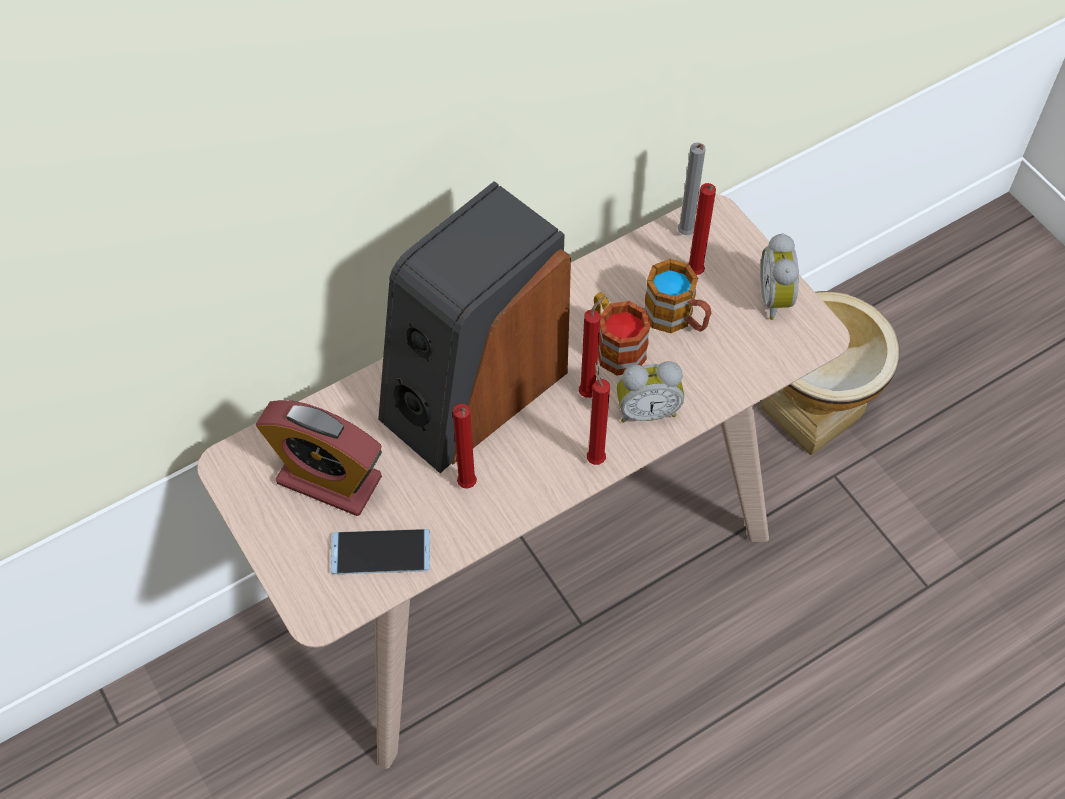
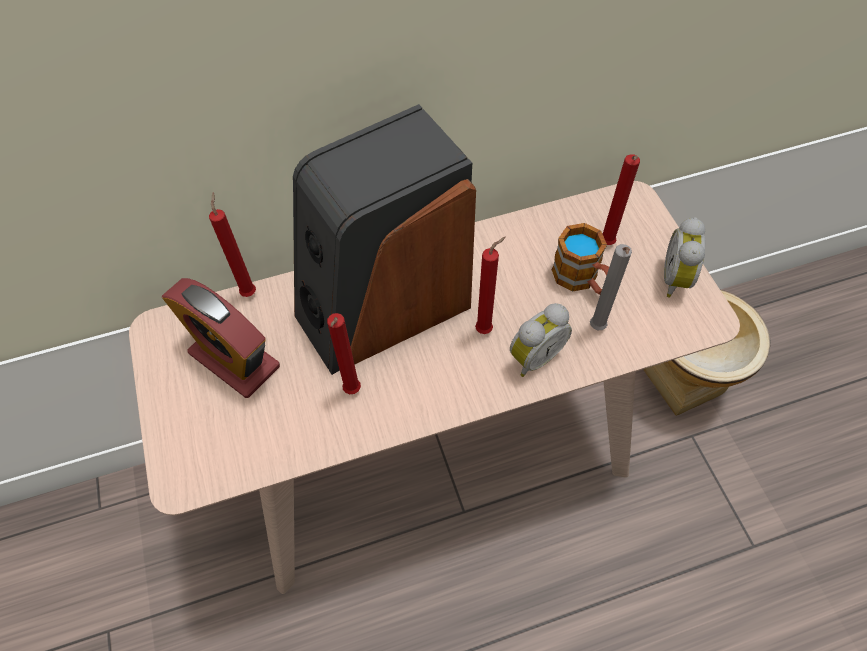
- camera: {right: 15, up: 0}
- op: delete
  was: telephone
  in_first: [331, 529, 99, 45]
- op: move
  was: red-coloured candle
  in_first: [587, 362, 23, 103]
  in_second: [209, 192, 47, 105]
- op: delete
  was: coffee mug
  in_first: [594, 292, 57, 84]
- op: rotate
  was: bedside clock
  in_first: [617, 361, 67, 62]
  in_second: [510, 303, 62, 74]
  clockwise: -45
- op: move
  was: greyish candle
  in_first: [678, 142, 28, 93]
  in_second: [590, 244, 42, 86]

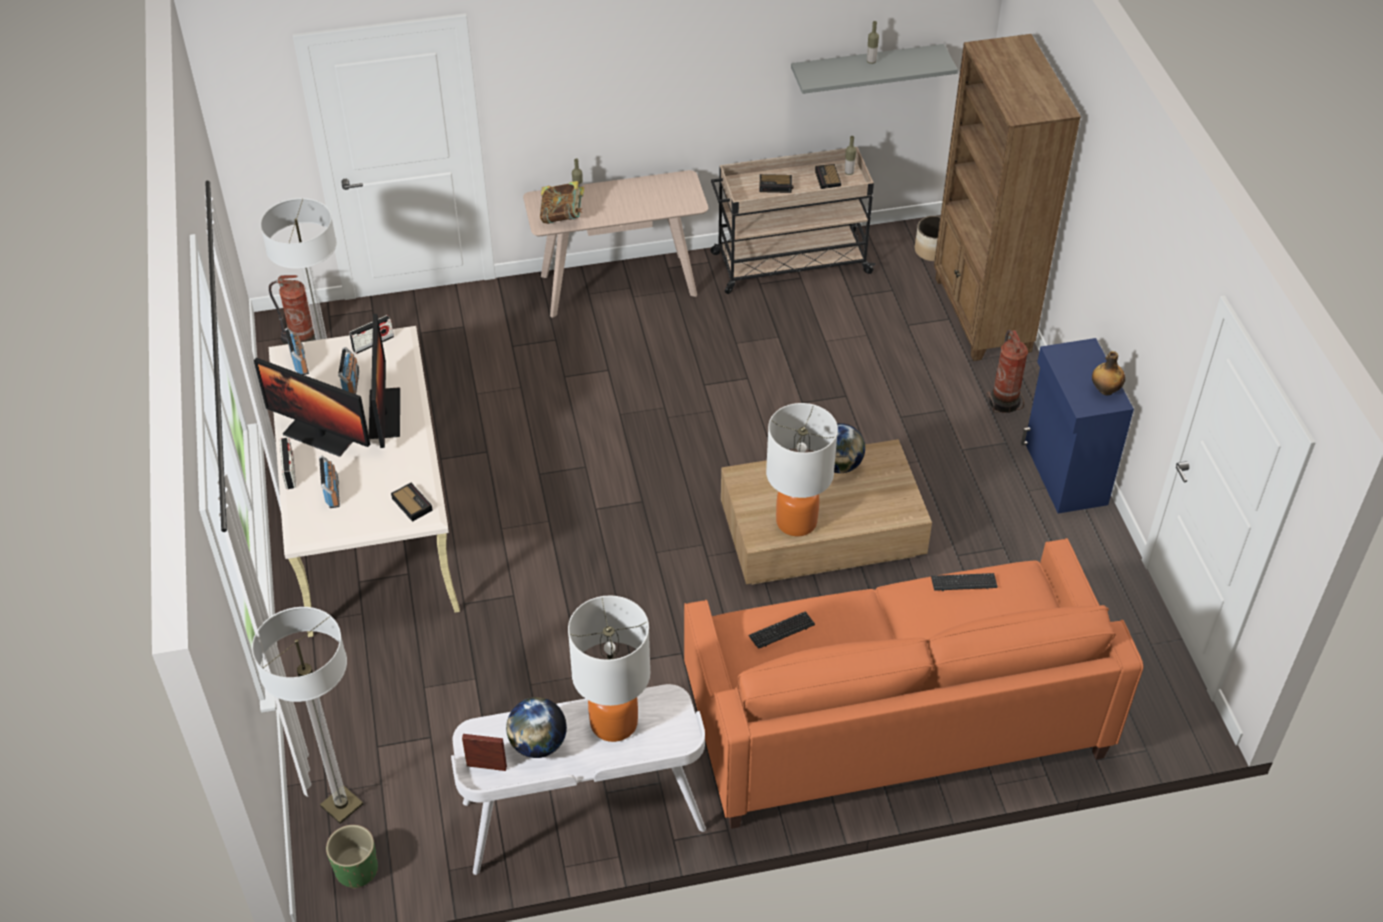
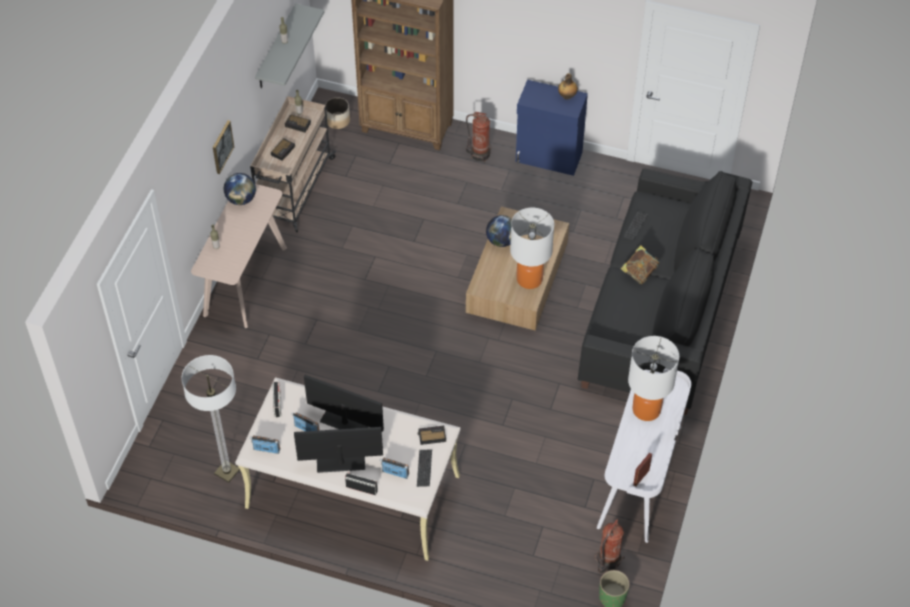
- camera: {right: -60, up: 5}
- op: delete
  was: floor lamp
  in_first: [252, 607, 111, 217]
- op: rotate
  was: computer screen
  in_first: [254, 358, 116, 99]
  in_second: [294, 427, 89, 46]
  clockwise: -150
- op: move
  was: fire extinguisher
  in_first: [269, 275, 47, 69]
  in_second: [595, 519, 30, 54]
- op: move
  was: desk globe
  in_first: [506, 697, 61, 61]
  in_second: [224, 173, 32, 32]
- op: move
  was: volume
  in_first: [540, 181, 44, 43]
  in_second: [621, 245, 38, 39]
- op: recolor
  was: orange sofa
  now: blackish sofa
  in_first: [684, 538, 459, 291]
  in_second: [578, 168, 174, 247]
- op: move
  was: PC keyboard
  in_first: [749, 611, 66, 38]
  in_second: [417, 450, 15, 37]
- op: insert
  now: wall picture
  in_second: [213, 120, 21, 54]

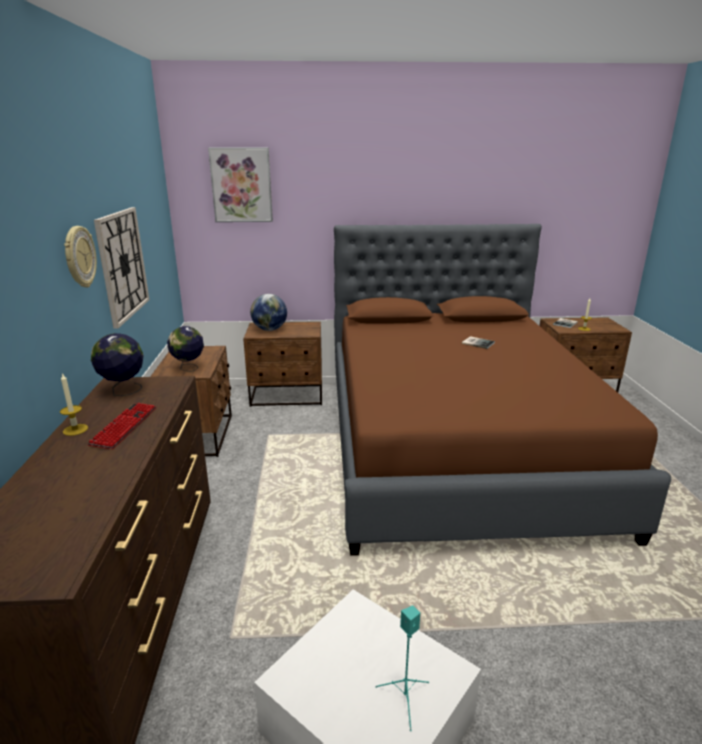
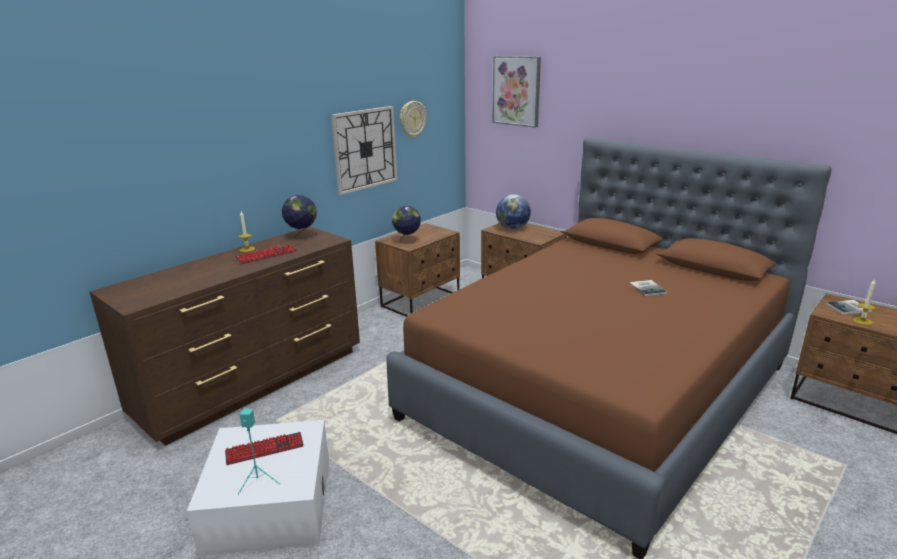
- camera: {right: 45, up: 0}
- op: move
  was: clock on the wall
  in_first: [64, 226, 33, 61]
  in_second: [400, 101, 26, 37]
- op: insert
  now: PC keyboard
  in_second: [225, 432, 79, 33]

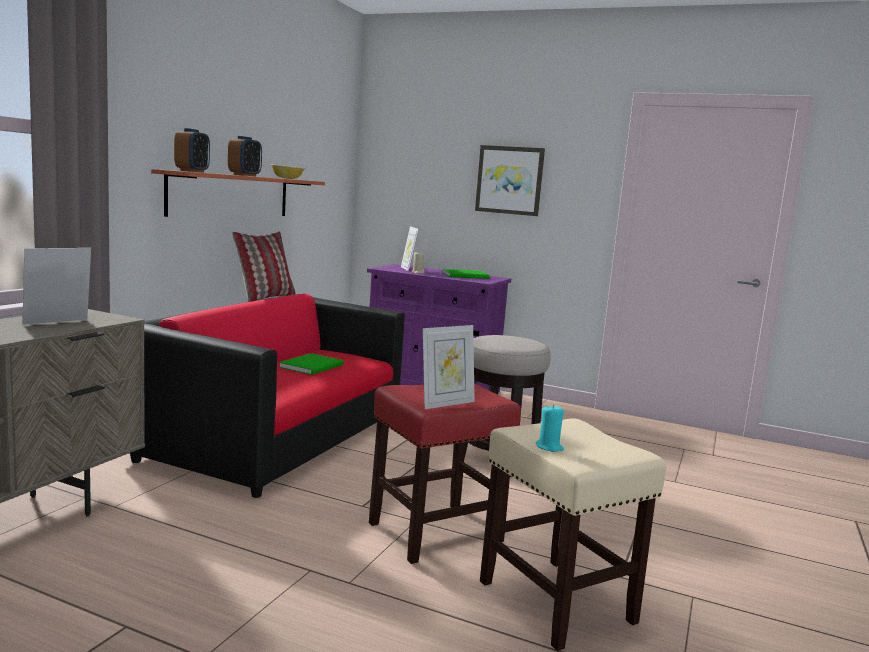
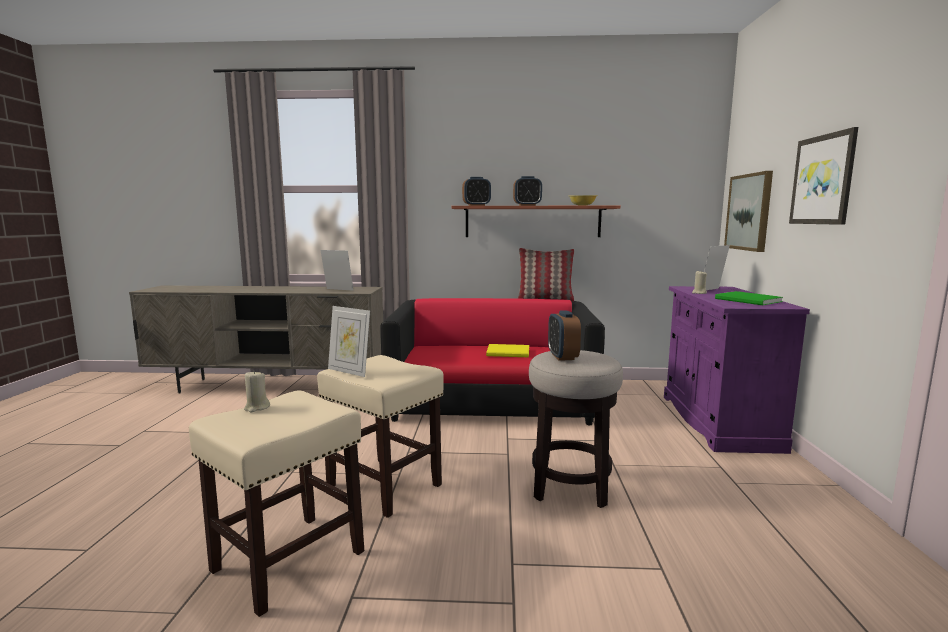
- camera: {right: 70, up: 0}
- op: recolor
  was: greenish volume
  now: yellowish volume
  in_first: [279, 353, 65, 22]
  in_second: [486, 344, 43, 13]
- op: recolor
  was: red-coloured sitting stool
  now: sand-coloured sitting stool
  in_first: [369, 383, 152, 181]
  in_second: [317, 355, 127, 163]
- op: recolor
  was: blue-green candle
  now: sand-coloured candle
  in_first: [536, 404, 28, 48]
  in_second: [244, 370, 26, 42]
- op: insert
  now: bedside clock
  in_second: [548, 310, 33, 51]
- op: insert
  now: wall picture
  in_second: [724, 171, 49, 81]

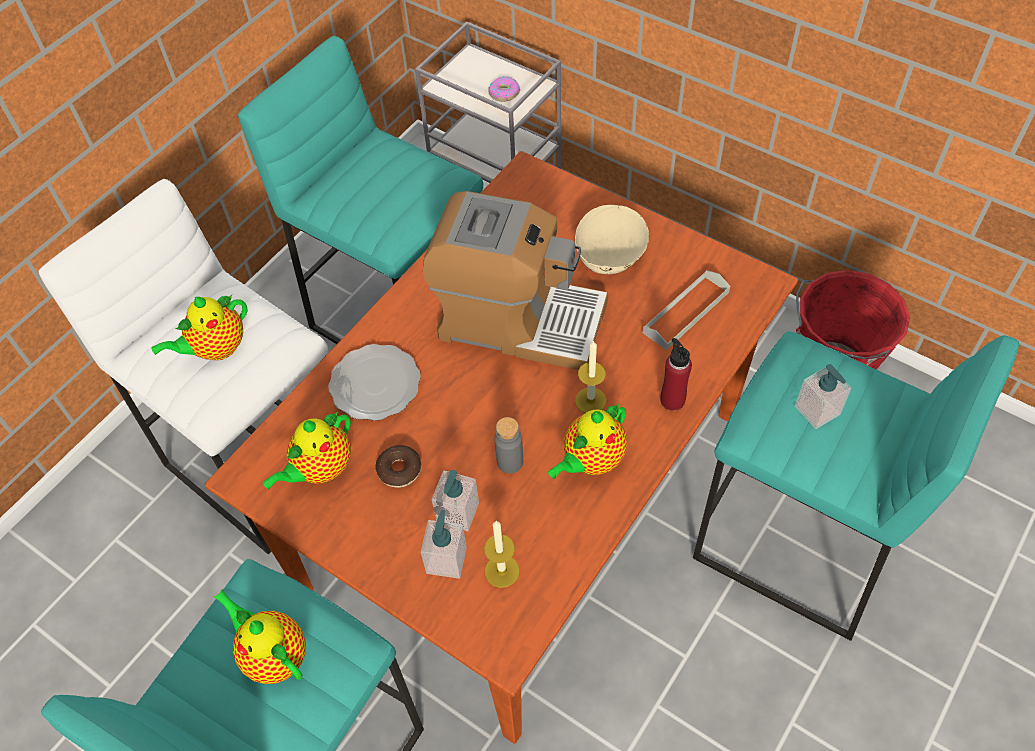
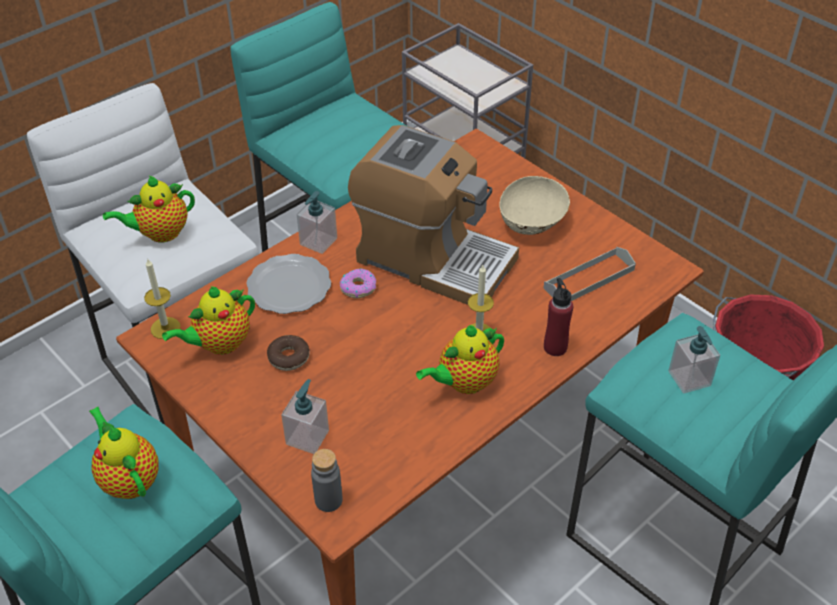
- camera: {right: 10, up: -10}
- op: move
  was: soap bottle
  in_first: [432, 470, 47, 61]
  in_second: [296, 191, 41, 63]
- op: move
  was: candle
  in_first: [484, 521, 36, 67]
  in_second: [144, 258, 37, 81]
- op: move
  was: donut
  in_first: [488, 76, 32, 26]
  in_second: [340, 268, 36, 30]
- op: move
  was: greyish bottle
  in_first: [494, 417, 29, 57]
  in_second: [311, 449, 32, 63]

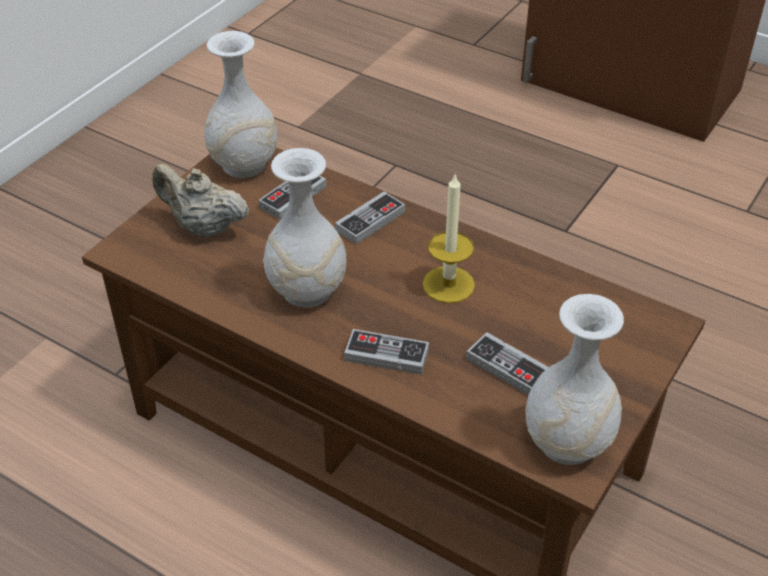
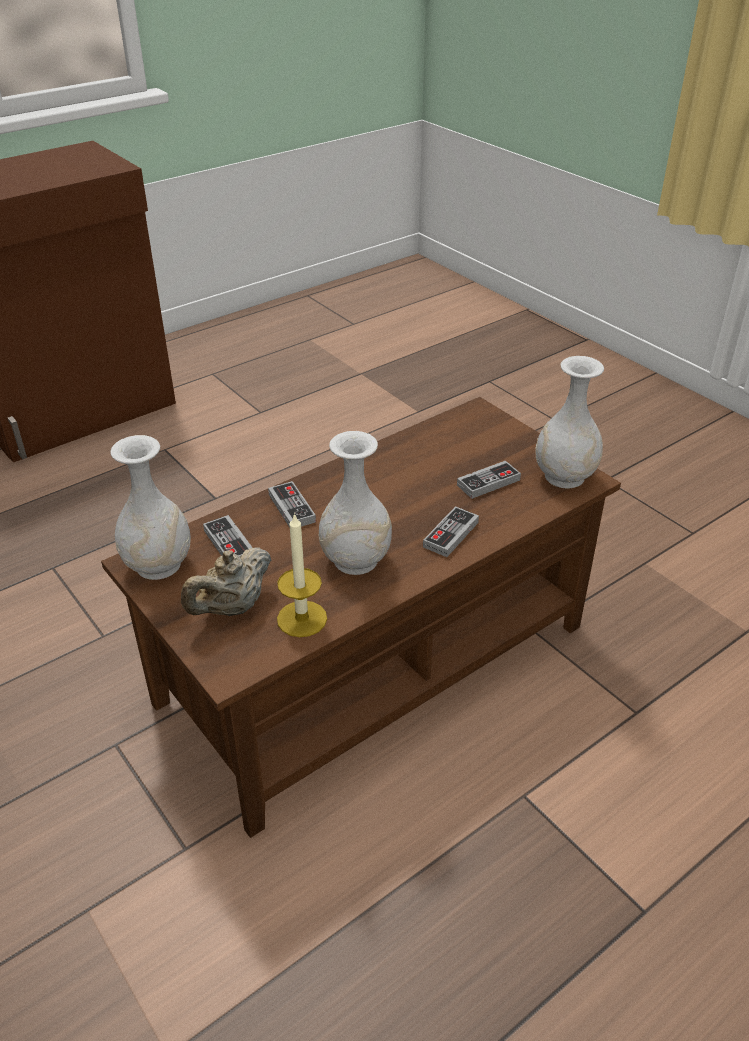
- camera: {right: -70, up: -5}
- op: move
  was: candle
  in_first: [423, 173, 52, 130]
  in_second: [277, 513, 50, 124]

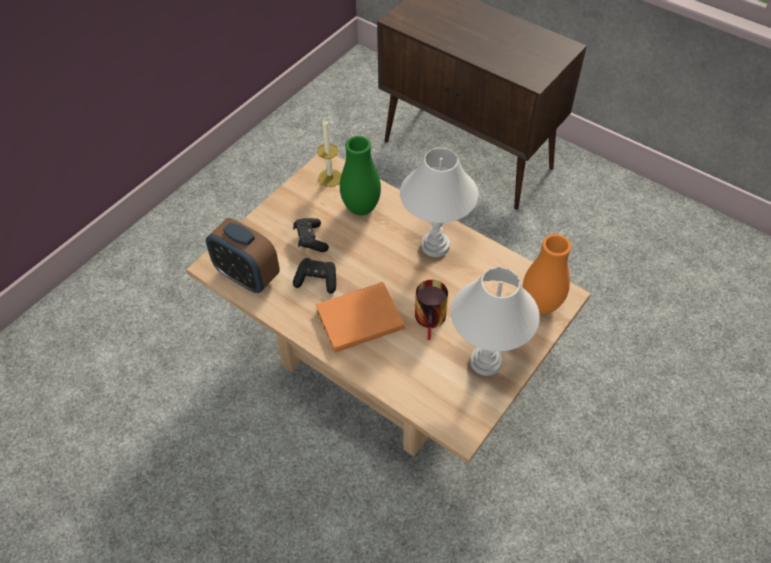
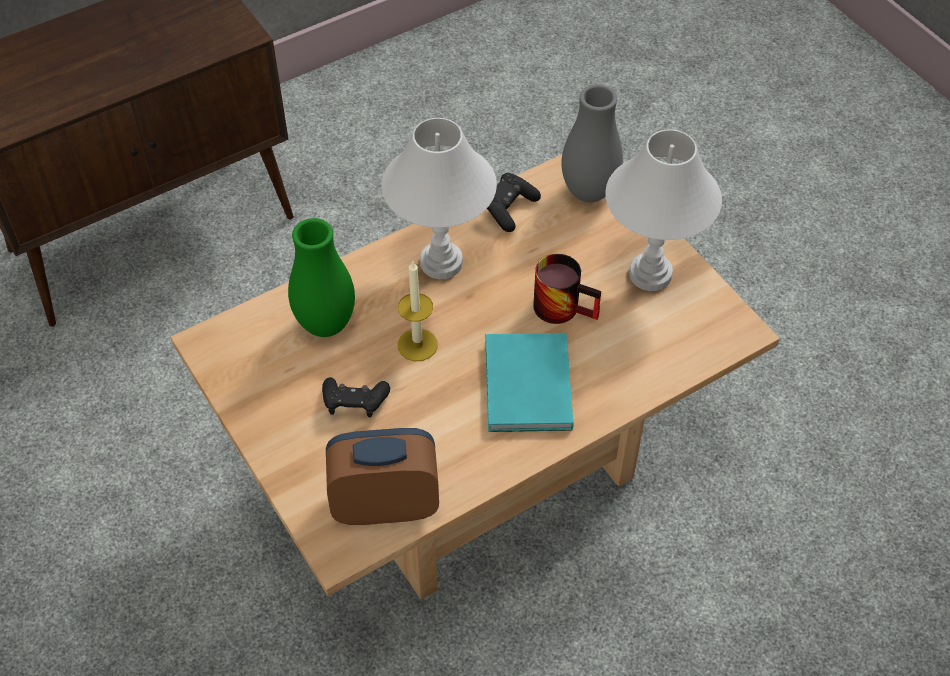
- camera: {right: -70, up: 0}
- op: rotate
  was: bedside clock
  in_first: [206, 218, 74, 75]
  in_second: [326, 428, 113, 97]
  clockwise: -150
- op: move
  was: blackish joypad
  in_first: [293, 258, 43, 36]
  in_second: [487, 173, 54, 59]
- op: recolor
  was: orange volume
  now: blue-green volume
  in_first: [316, 282, 89, 71]
  in_second: [485, 333, 89, 99]
- op: move
  was: candle
  in_first: [317, 118, 24, 69]
  in_second: [398, 260, 40, 101]
- op: recolor
  was: orange decorative vase
  now: greyish decorative vase
  in_first: [523, 234, 48, 80]
  in_second: [561, 84, 62, 118]

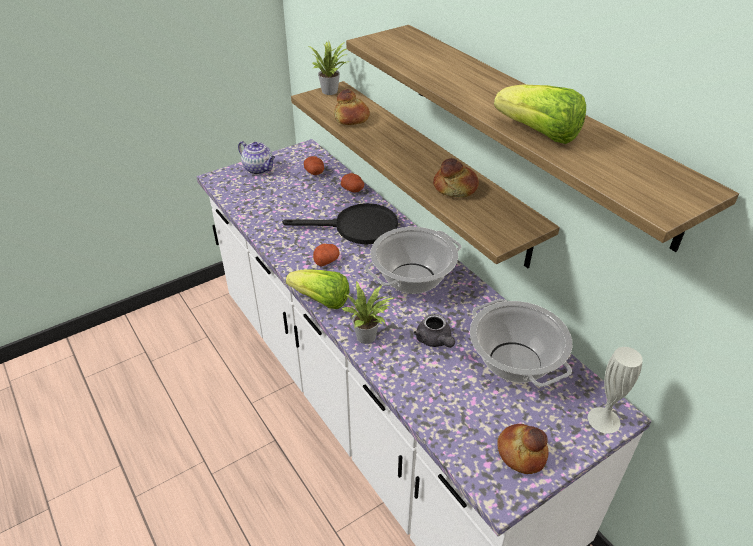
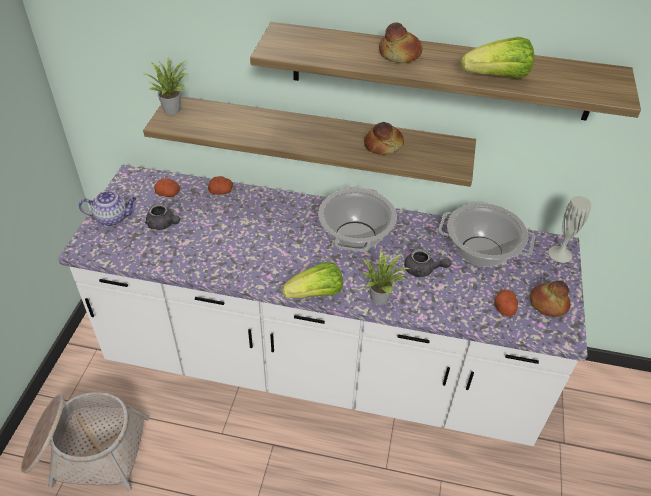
- camera: {right: -45, up: 5}
- op: delete
  was: blackish skillet
  in_first: [282, 203, 116, 42]
- op: move
  was: spud
  in_first: [313, 244, 27, 23]
  in_second: [494, 289, 24, 27]
- op: move
  was: bakery bread
  in_first: [334, 89, 36, 36]
  in_second: [379, 23, 44, 40]
- op: insert
  now: basket
  in_second: [21, 392, 129, 99]
- op: insert
  now: greyish pot for tea
  in_second: [145, 203, 35, 27]

